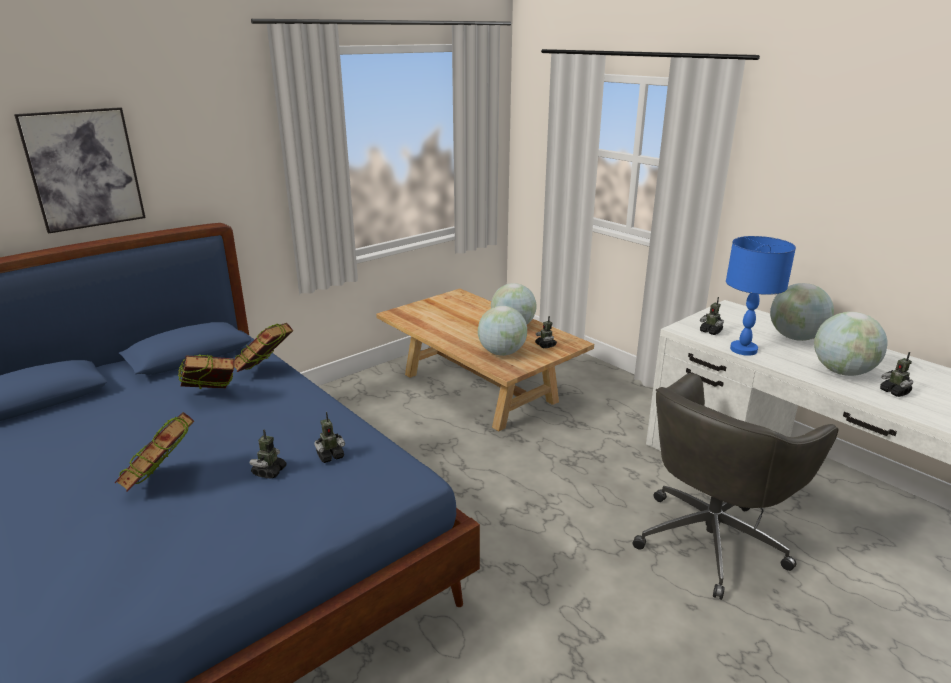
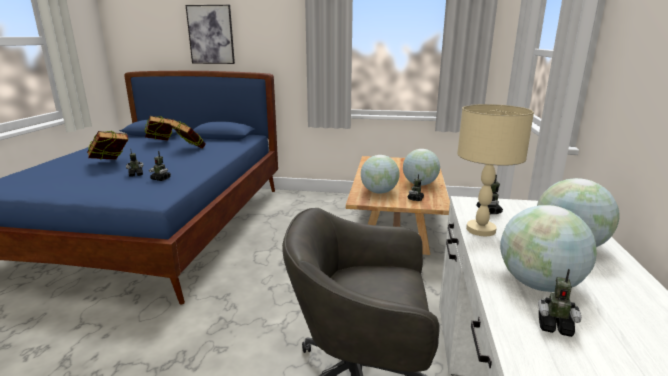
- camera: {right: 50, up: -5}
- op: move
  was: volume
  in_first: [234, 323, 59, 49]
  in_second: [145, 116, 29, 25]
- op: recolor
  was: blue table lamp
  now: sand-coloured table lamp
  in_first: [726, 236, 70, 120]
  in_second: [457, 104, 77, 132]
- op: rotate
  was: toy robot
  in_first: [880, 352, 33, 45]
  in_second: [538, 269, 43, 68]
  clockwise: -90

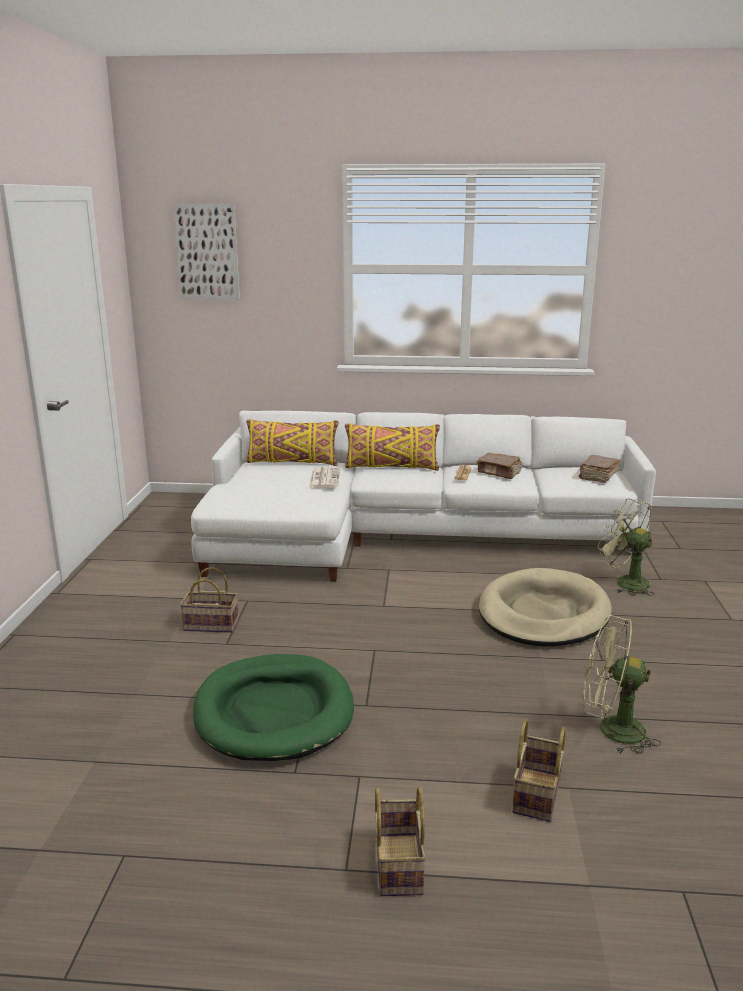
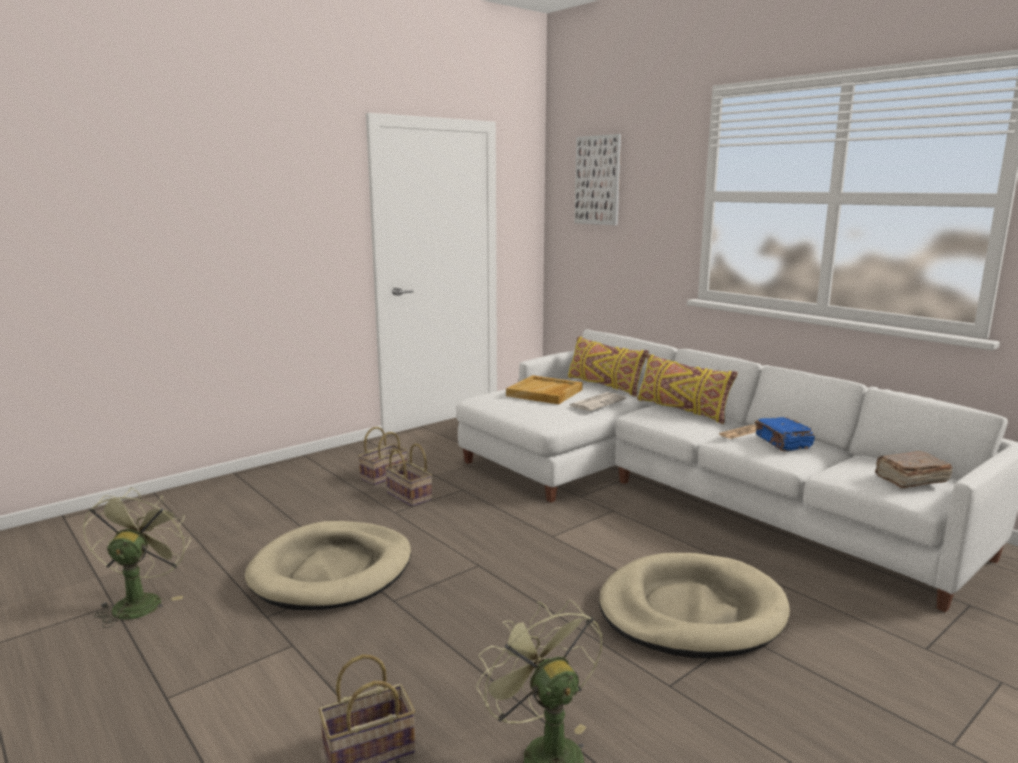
- camera: {right: 45, up: -5}
- op: recolor
  was: greenish pet bed
  now: sand-coloured pet bed
  in_first: [193, 654, 161, 107]
  in_second: [245, 521, 166, 89]
- op: move
  was: basket
  in_first: [375, 786, 51, 110]
  in_second: [358, 427, 50, 58]
- op: recolor
  was: brownish volume
  now: blue volume
  in_first: [477, 453, 45, 26]
  in_second: [755, 417, 60, 35]
- op: move
  was: greenish cooling fan
  in_first: [598, 498, 56, 98]
  in_second: [83, 488, 108, 140]
- op: insert
  now: sand-coloured carrying tray
  in_second: [506, 375, 77, 29]

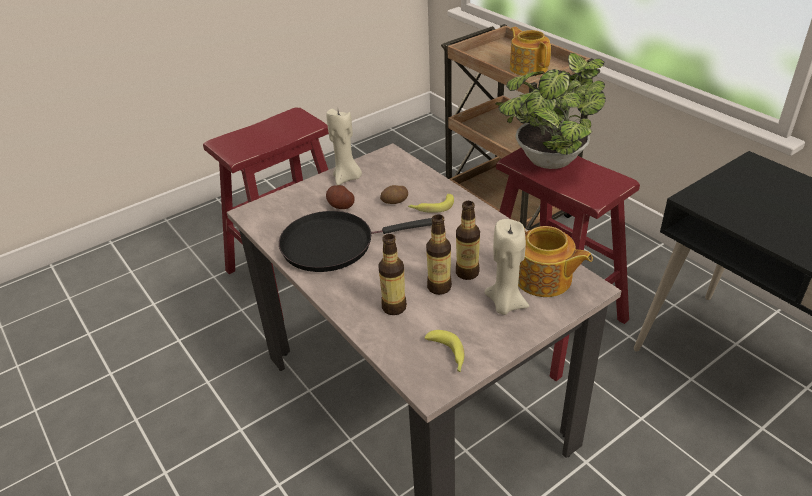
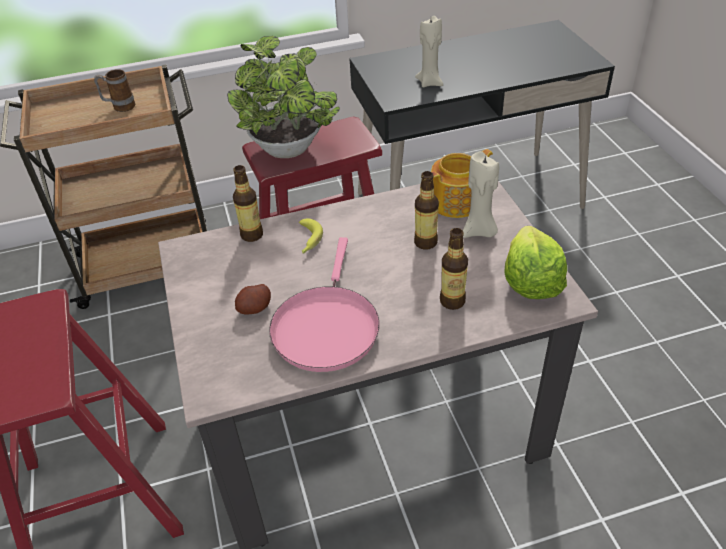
- camera: {right: -70, up: 5}
- op: recolor
  was: blackish skillet
  now: pinkish skillet
  in_first: [279, 211, 153, 61]
  in_second: [269, 237, 111, 135]
- op: move
  was: sand-coloured candle
  in_first: [326, 109, 36, 76]
  in_second: [415, 16, 28, 72]
- op: delete
  was: spud
  in_first: [380, 185, 28, 19]
- op: replace
  was: banana fruit
  now: lettuce
  in_first: [425, 330, 39, 42]
  in_second: [505, 226, 62, 73]
- op: move
  was: bottle
  in_first: [426, 214, 26, 81]
  in_second: [233, 165, 30, 77]
- op: replace
  was: pot for tea
  now: coffee mug
  in_first: [510, 27, 41, 49]
  in_second: [94, 69, 42, 43]

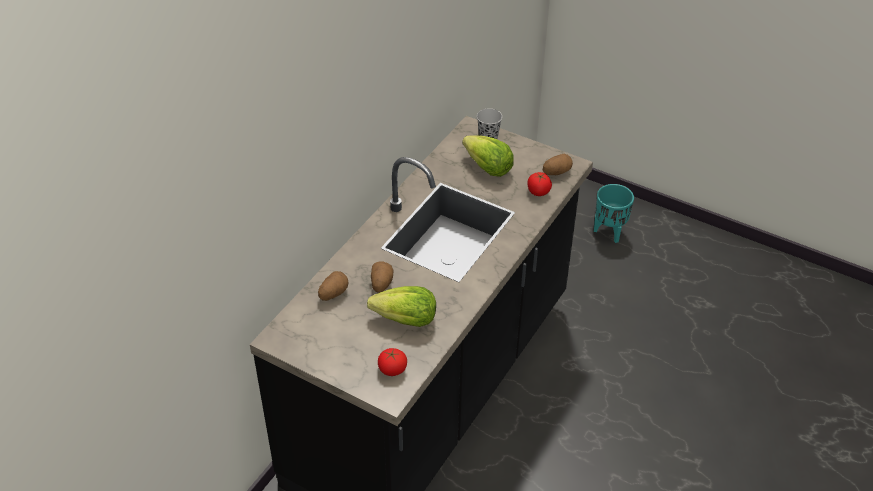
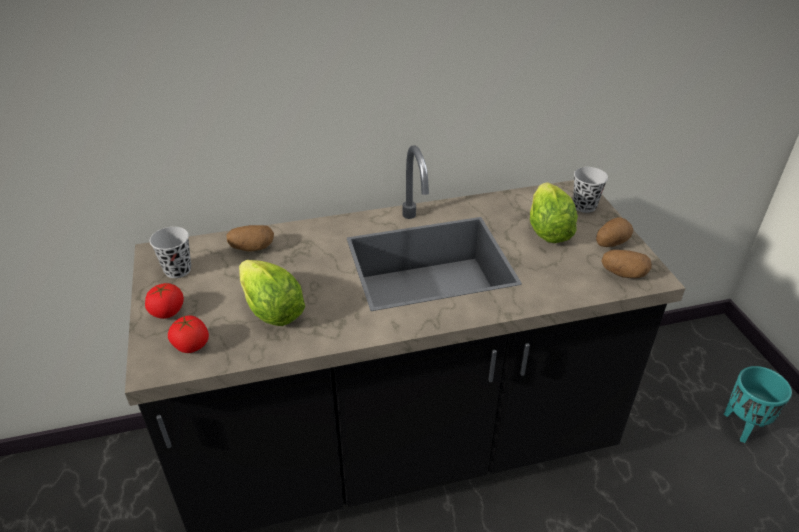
- camera: {right: 45, up: -5}
- op: move
  was: spud
  in_first: [371, 261, 22, 32]
  in_second: [596, 217, 37, 30]
- op: move
  was: tomato
  in_first: [527, 172, 25, 24]
  in_second: [145, 283, 39, 36]
- op: insert
  now: blackish cup
  in_second: [150, 227, 41, 51]

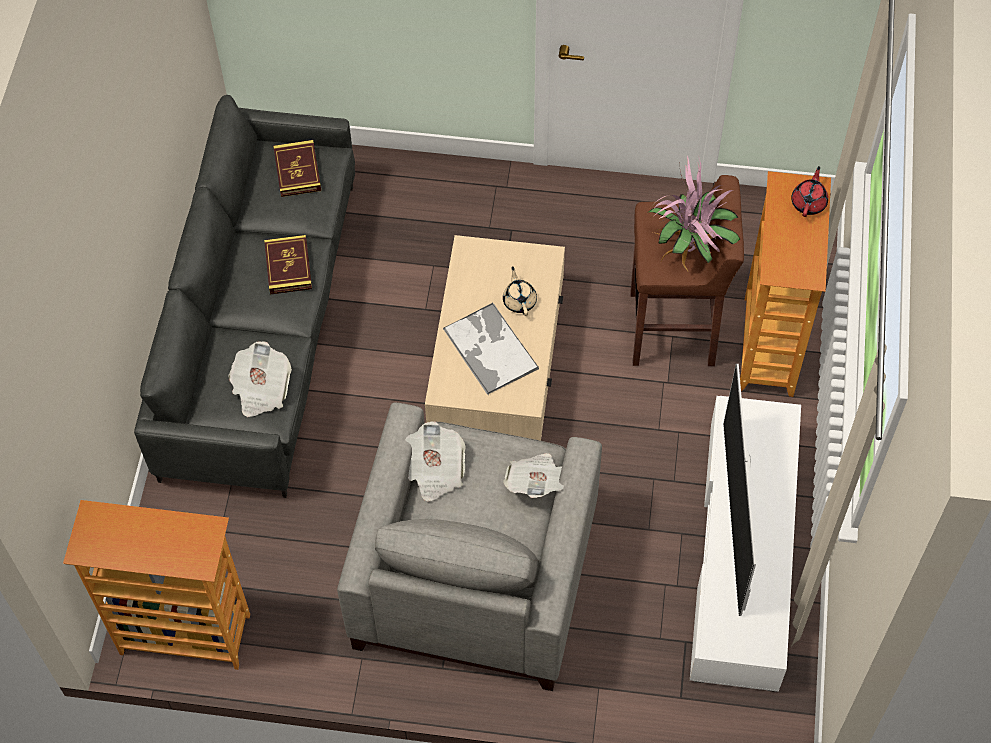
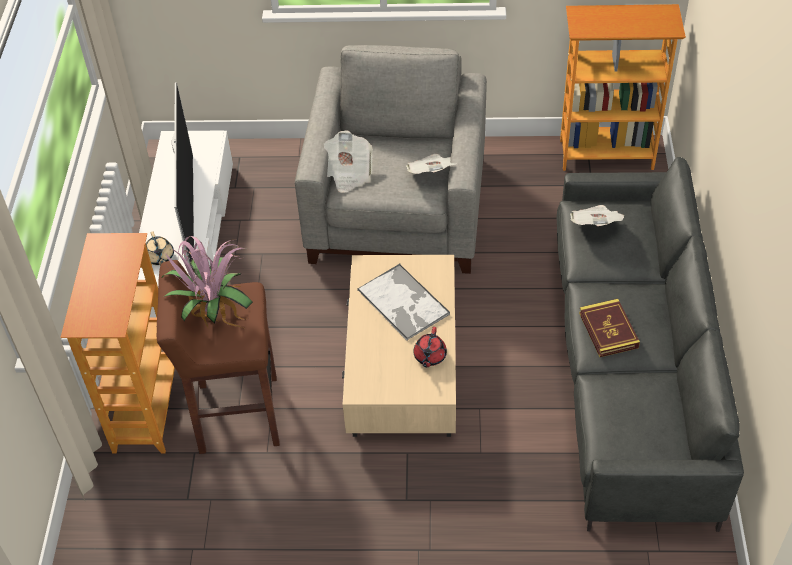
- camera: {right: 175, up: -10}
- op: delete
  was: volume
  in_first: [273, 140, 48, 57]
- op: move
  was: sand-coloured pot for tea
  in_first: [503, 266, 34, 50]
  in_second: [146, 232, 28, 33]
- op: move
  was: red-coloured pot for tea
  in_first: [791, 166, 37, 51]
  in_second: [414, 327, 33, 40]

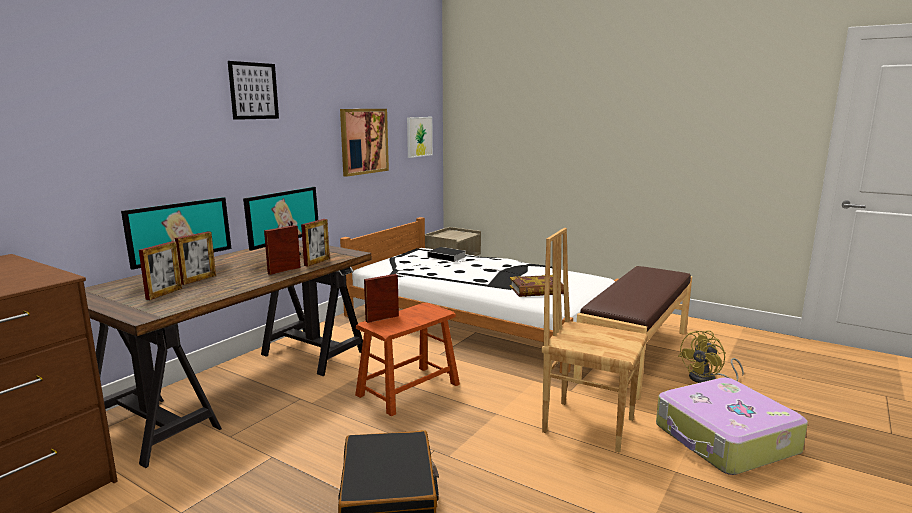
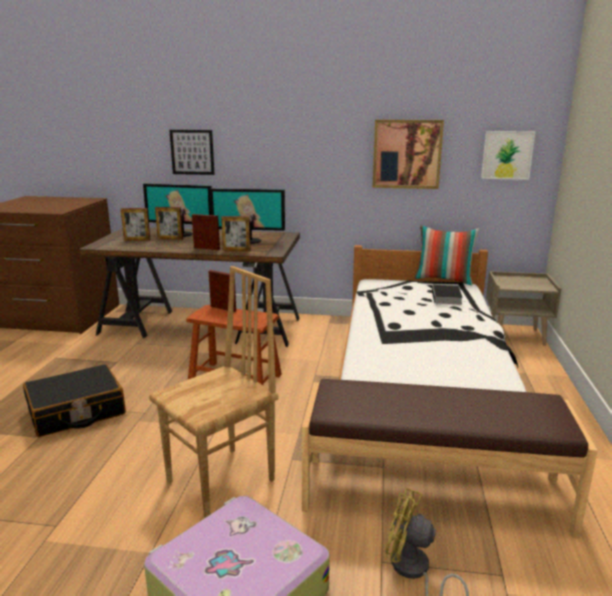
- camera: {right: 65, up: 5}
- op: move
  was: wall picture
  in_first: [228, 61, 51, 59]
  in_second: [169, 130, 46, 45]
- op: delete
  was: volume
  in_first: [510, 275, 54, 22]
- op: rotate
  was: brownish plain chair
  in_first: [541, 228, 107, 225]
  in_second: [149, 266, 129, 252]
  clockwise: 45
- op: insert
  now: pillow
  in_second: [415, 225, 64, 60]

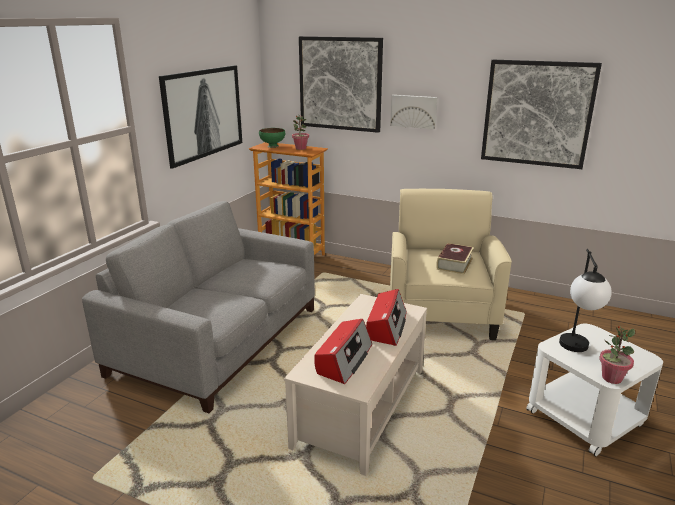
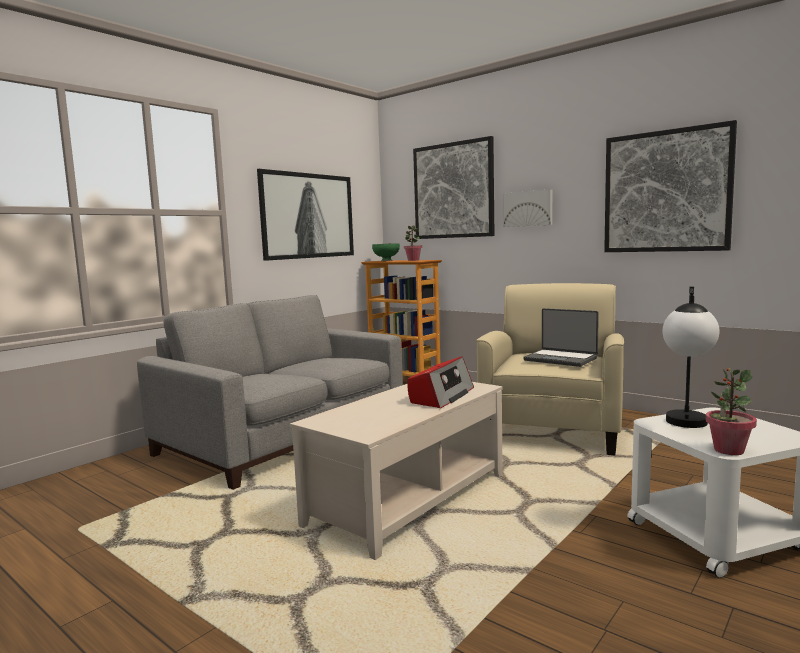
- camera: {right: 15, up: -15}
- op: delete
  was: radio
  in_first: [314, 319, 58, 65]
- op: replace
  was: volume
  now: notebook computer
  in_first: [436, 243, 38, 31]
  in_second: [523, 308, 76, 59]

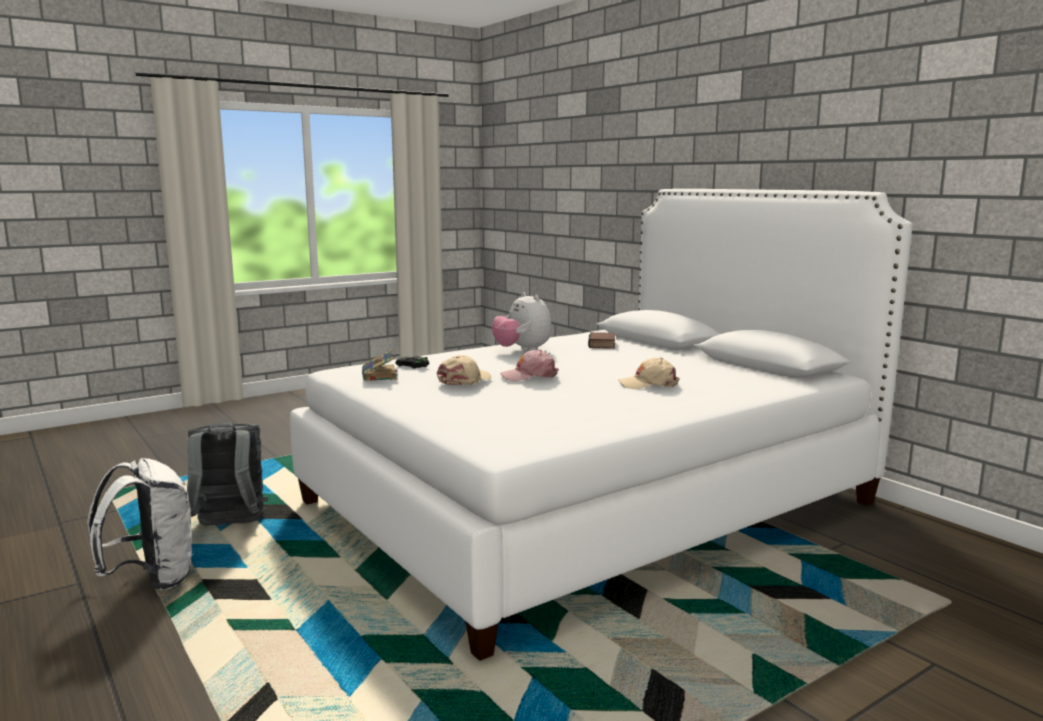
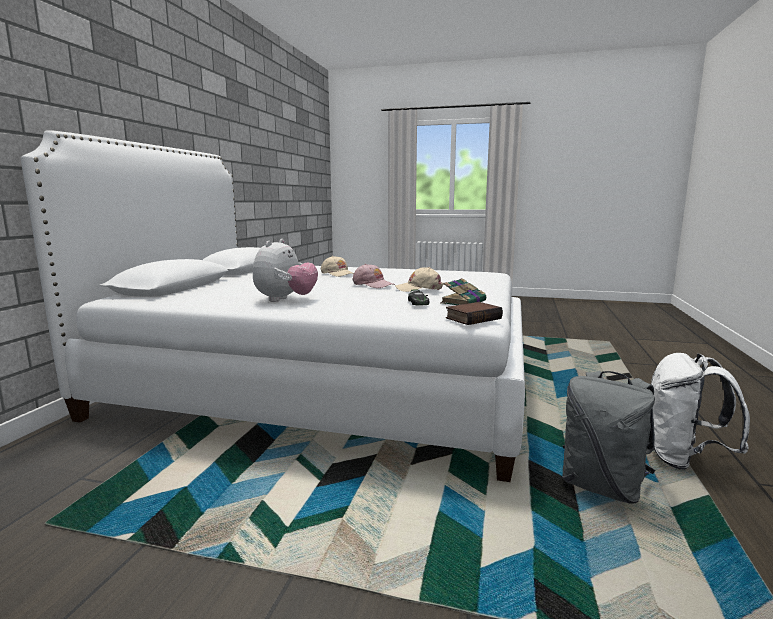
- camera: {right: -130, up: 0}
- op: move
  was: volume
  in_first: [588, 332, 27, 17]
  in_second: [446, 302, 57, 23]

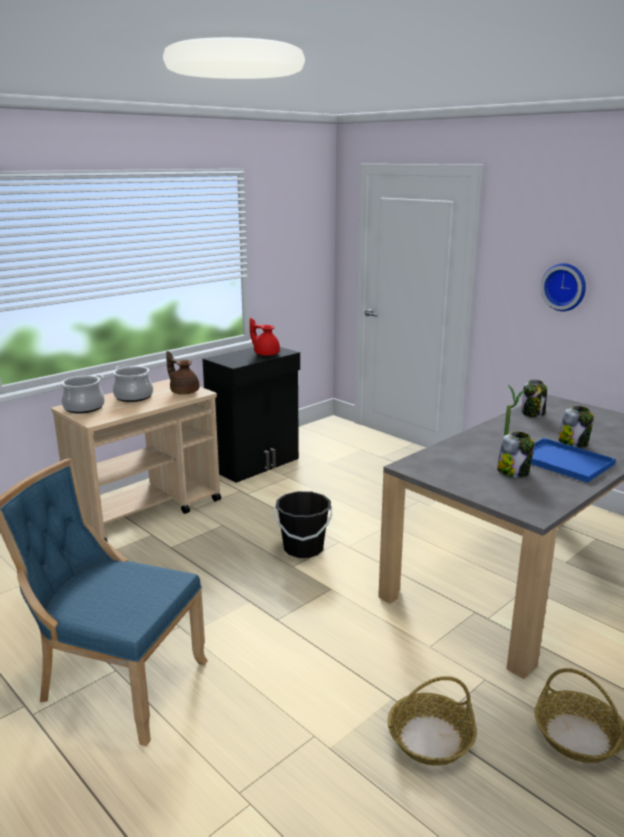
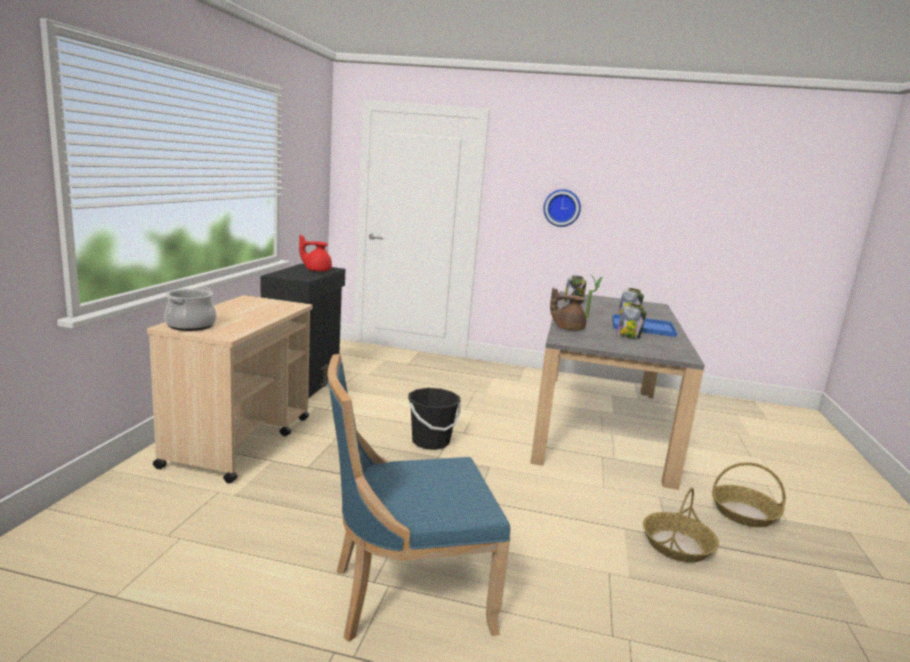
- camera: {right: -35, up: -5}
- op: delete
  was: stockpot
  in_first: [113, 365, 40, 37]
- op: move
  was: brownish pot for tea
  in_first: [166, 351, 33, 44]
  in_second: [550, 288, 36, 43]

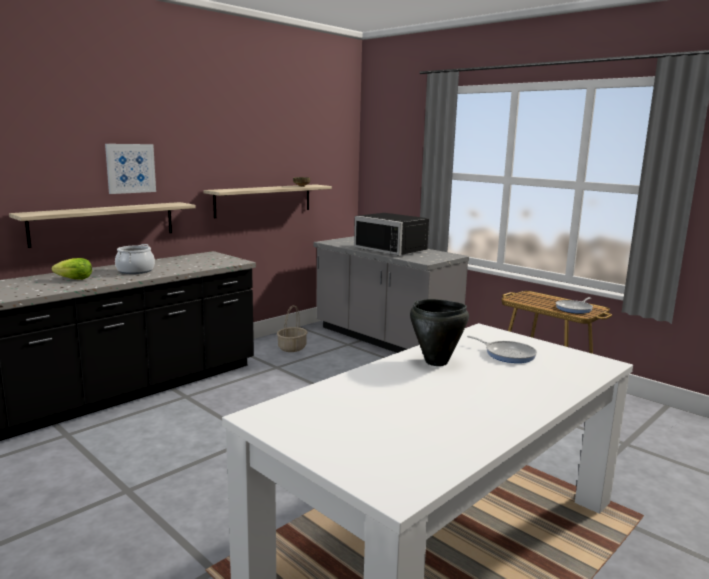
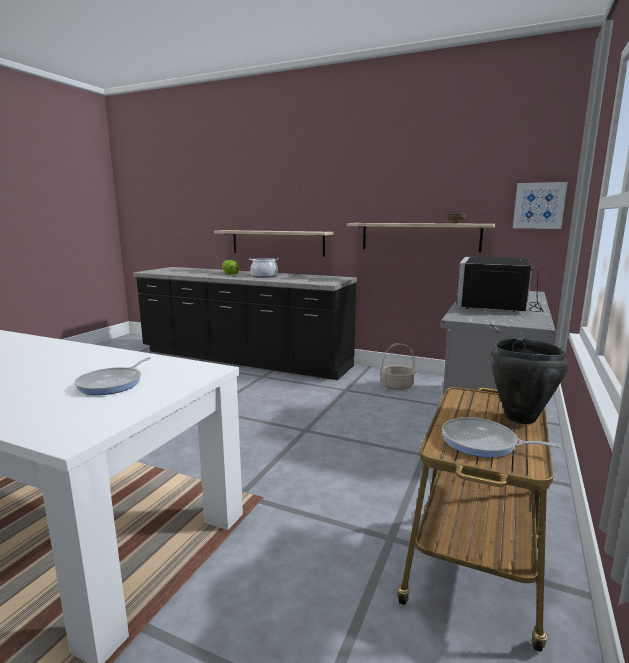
- camera: {right: 70, up: 0}
- op: move
  was: wall picture
  in_first: [105, 144, 51, 50]
  in_second: [513, 182, 55, 47]
- op: move
  was: blackish stockpot
  in_first: [410, 299, 59, 67]
  in_second: [490, 338, 78, 86]

